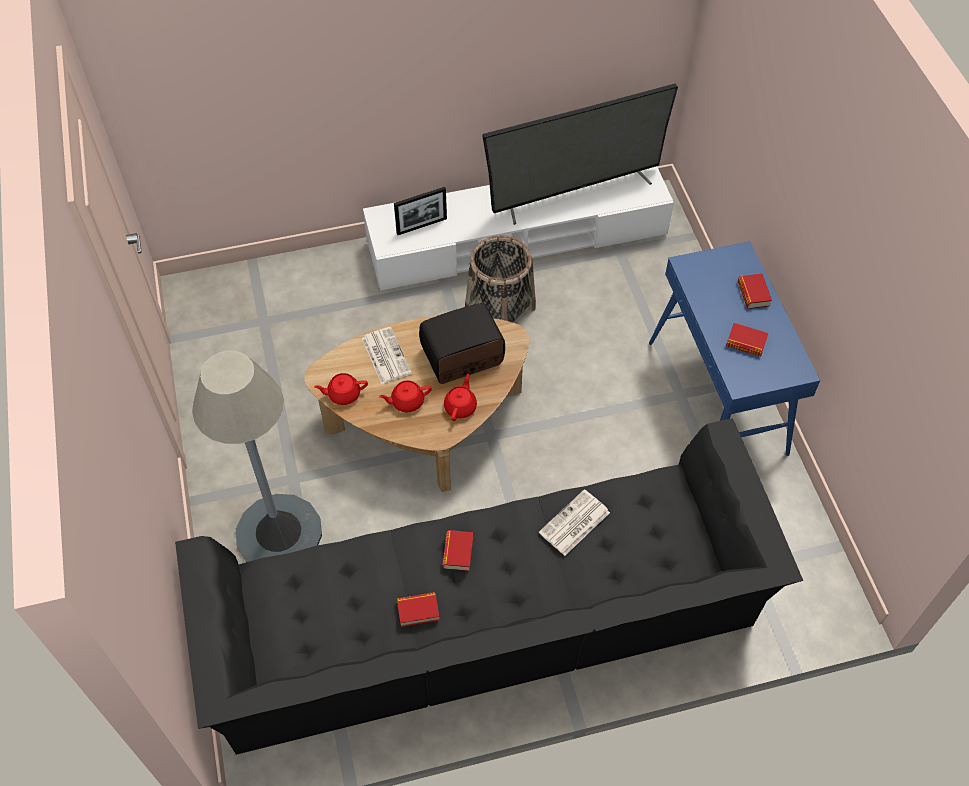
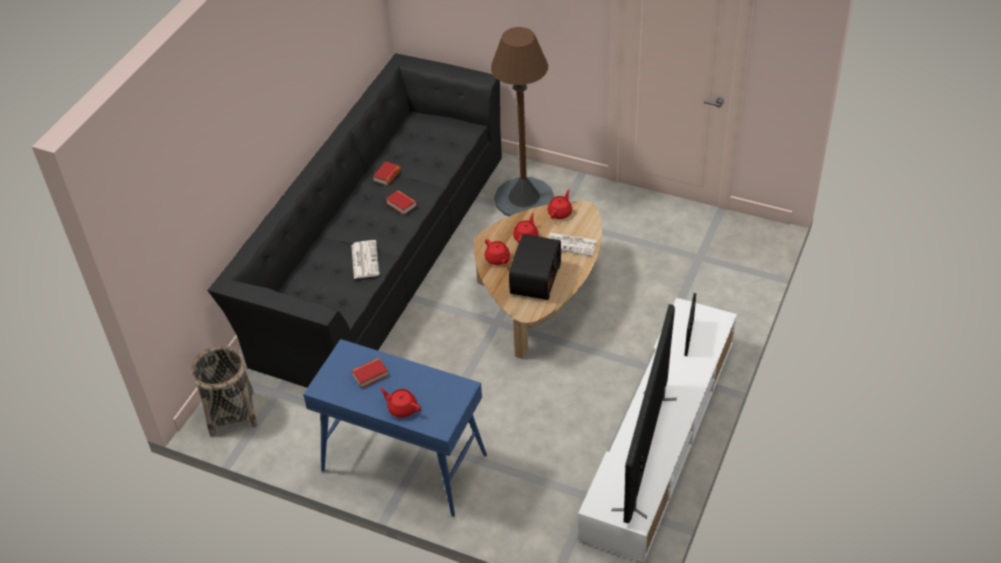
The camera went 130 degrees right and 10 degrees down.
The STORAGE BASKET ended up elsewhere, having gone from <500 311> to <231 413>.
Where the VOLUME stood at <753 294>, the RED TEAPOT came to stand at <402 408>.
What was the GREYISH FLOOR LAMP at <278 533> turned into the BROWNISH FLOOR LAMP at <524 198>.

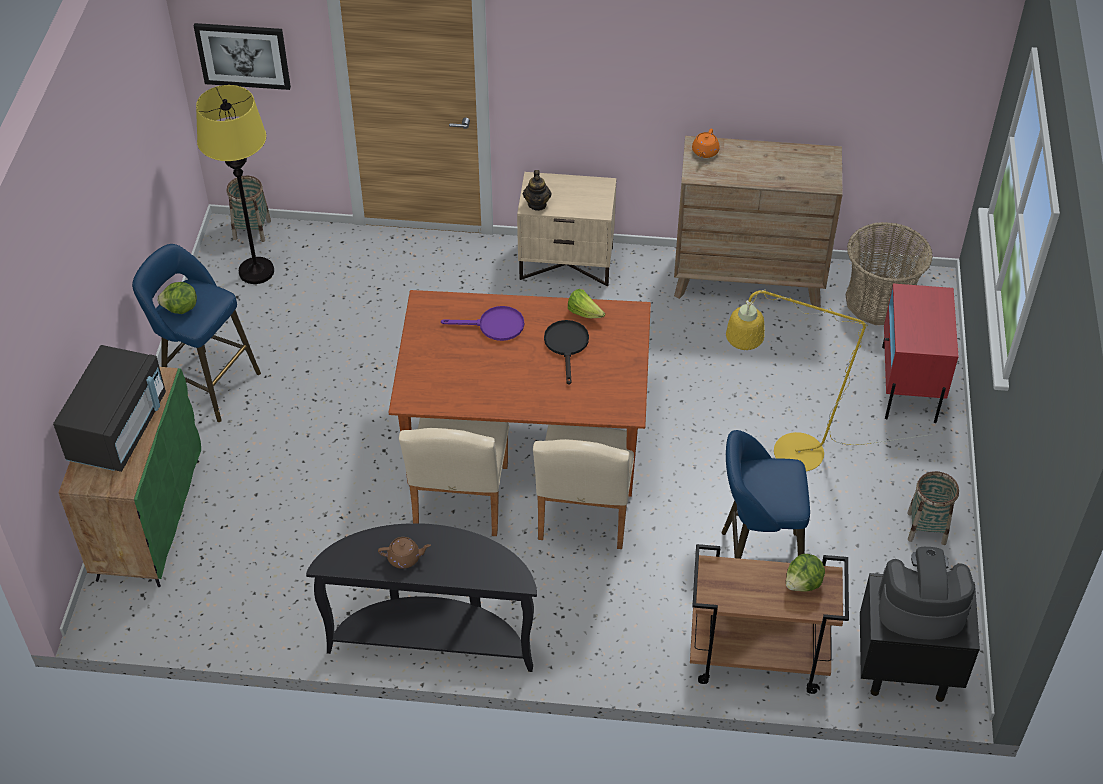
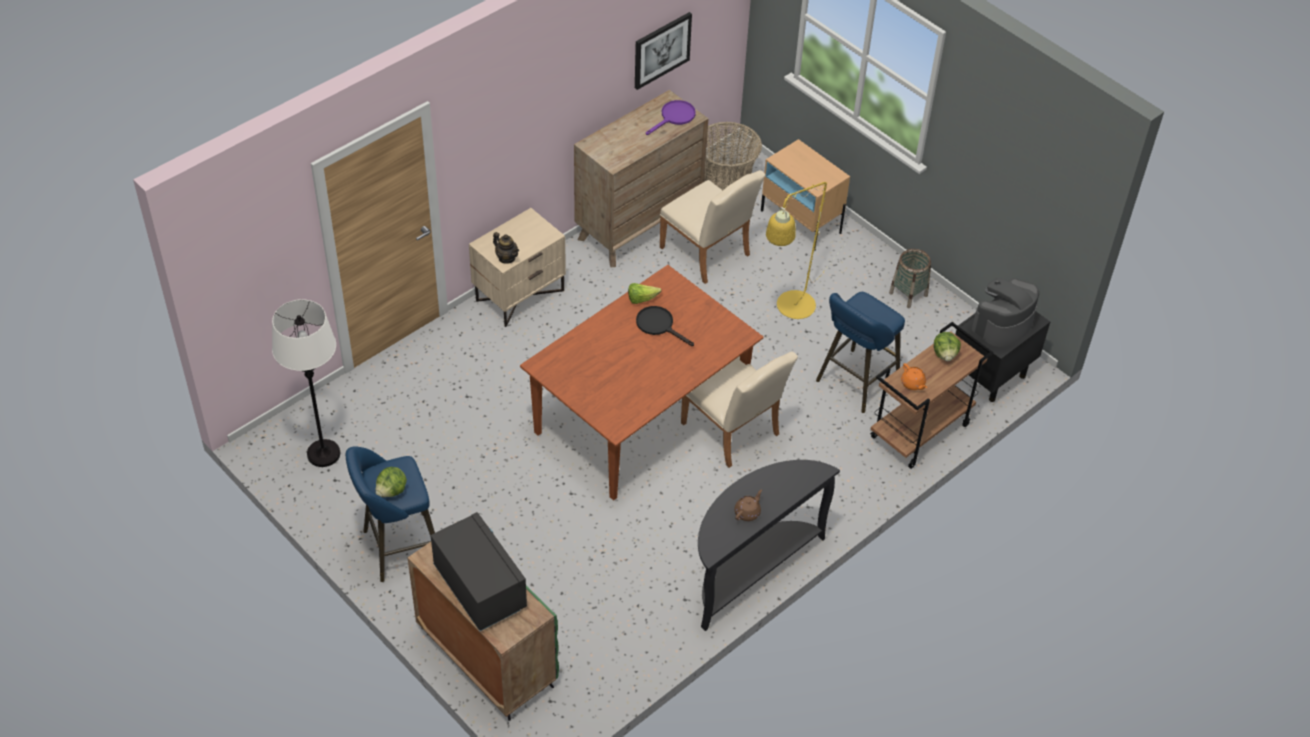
The camera went 50 degrees left and 0 degrees up.
The WALL ART ended up elsewhere, having gone from <243 55> to <661 50>.
What was the YELLOW-COLOURED FLOOR LAMP at <256 271> turned into the WHITE FLOOR LAMP at <323 454>.
The ORANGE TEAPOT ended up elsewhere, having gone from <705 152> to <913 384>.
The second view lost the STORAGE BASKET at <252 229>.
What was the RED BEDSIDE TABLE at <908 384> turned into the SAND-COLOURED BEDSIDE TABLE at <801 222>.
The PURPLISH SKILLET ended up elsewhere, having gone from <494 326> to <674 117>.
The SAND-COLOURED PLAIN CHAIR ended up elsewhere, having gone from <459 503> to <708 254>.

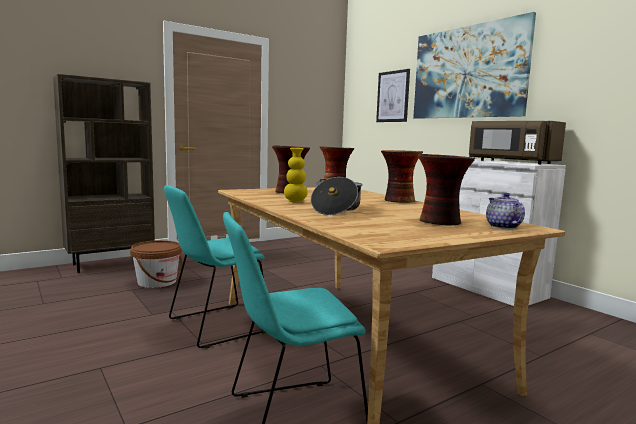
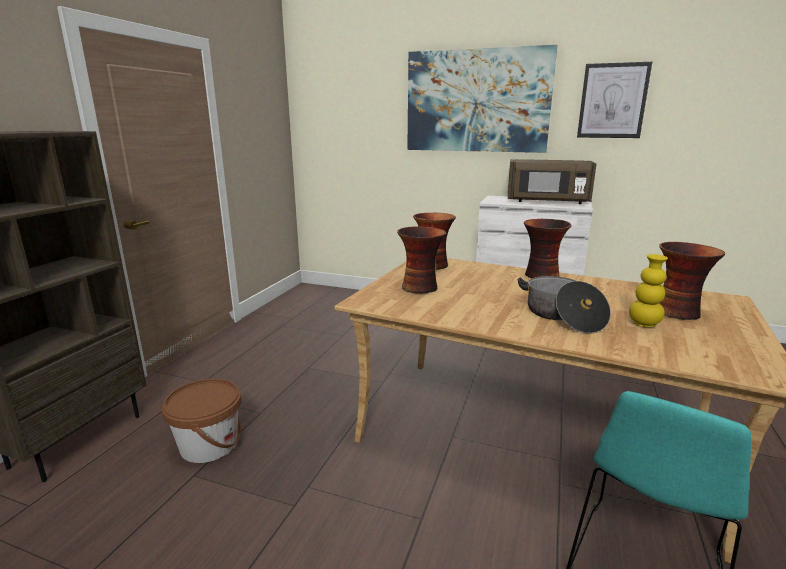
The camera went 35 degrees left and 10 degrees up.
The WALL ART ended up elsewhere, having gone from <393 96> to <612 101>.
The YELLOW-COLOURED DECORATIVE VASE ended up elsewhere, having gone from <295 201> to <644 324>.
The second view lost the TURQUOISE-COLOURED PLAIN CHAIR at <215 326>.
The second view lost the TEAPOT at <502 227>.

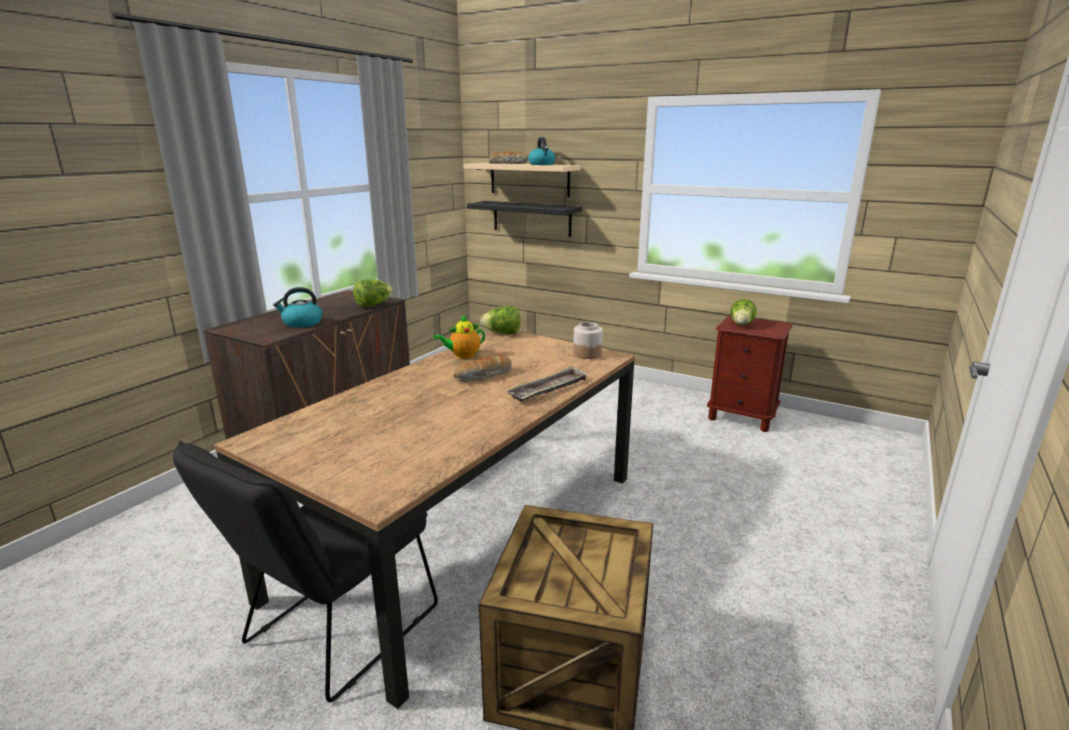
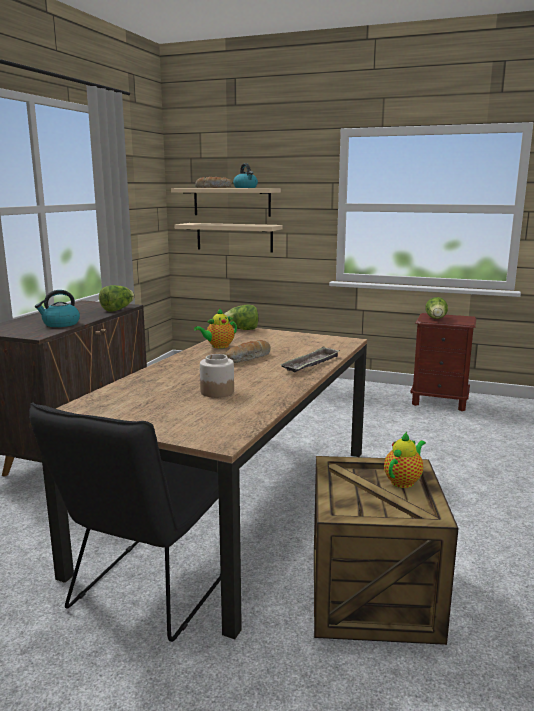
The camera went 10 degrees left and 5 degrees down.
What was the BLACKISH SHELF at <531 218> turned into the SAND-COLOURED SHELF at <234 237>.
The STORAGE JAR ended up elsewhere, having gone from <587 354> to <217 392>.
The second view gained the TEAPOT at <404 481>.

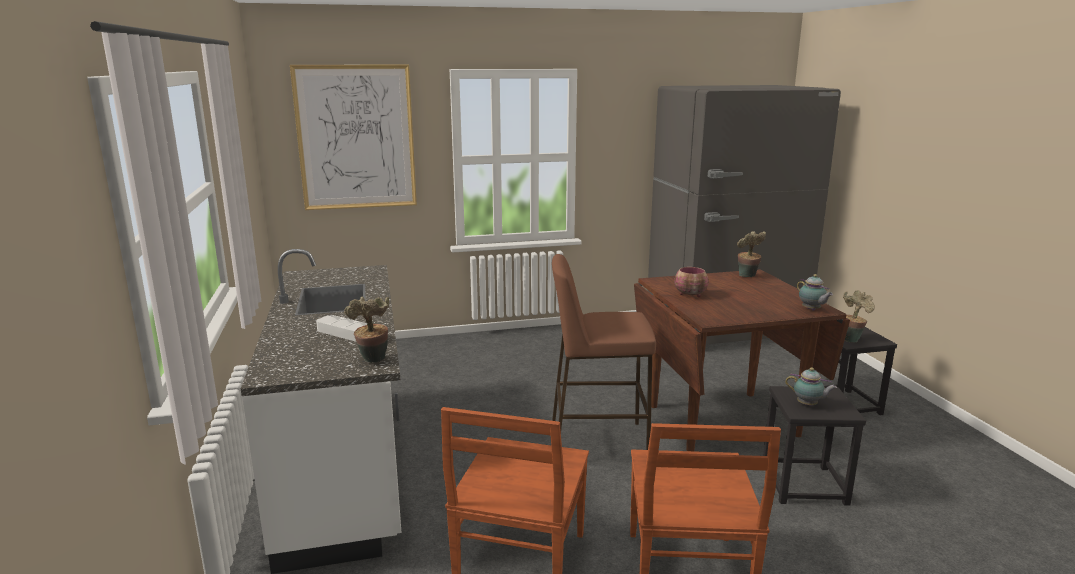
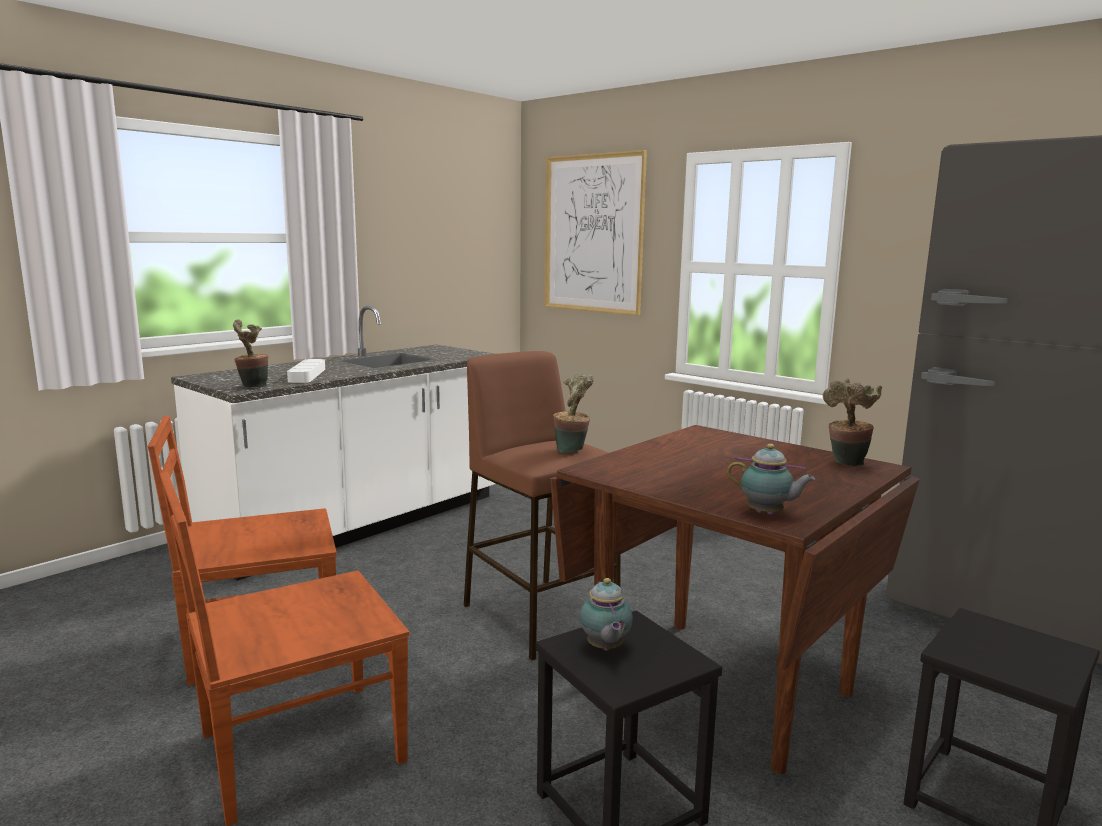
The camera went 55 degrees right and 5 degrees down.
The second view lost the DEEP DISH at <691 295>.
The TEAPOT at <811 310> ended up facing another way, 90 degrees counterclockwise from before.
The PLANT IN A POT ended up elsewhere, having gone from <851 339> to <572 450>.

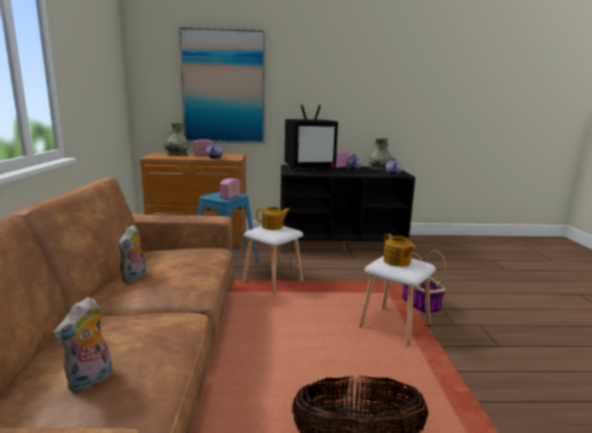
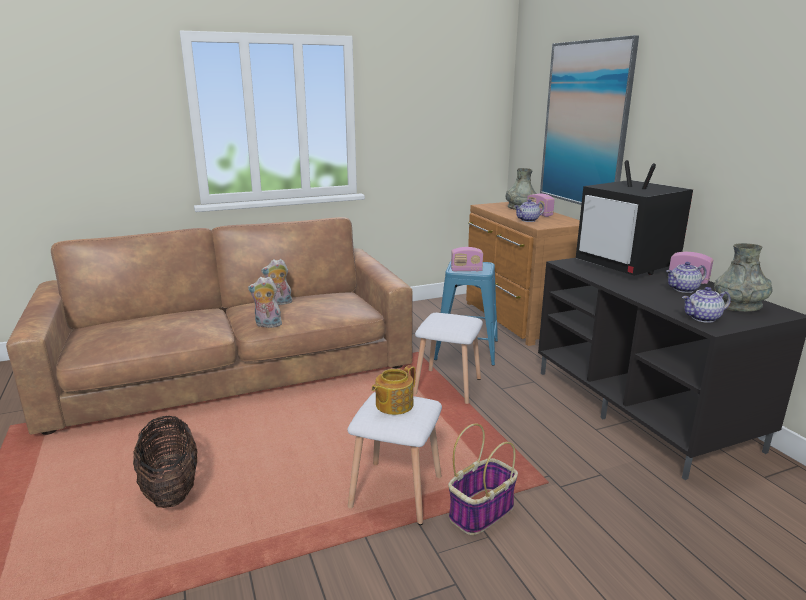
The camera went 70 degrees right and 5 degrees up.
The second view lost the TEAPOT at <273 227>.
The PLUSH TOY ended up elsewhere, having gone from <91 381> to <267 325>.

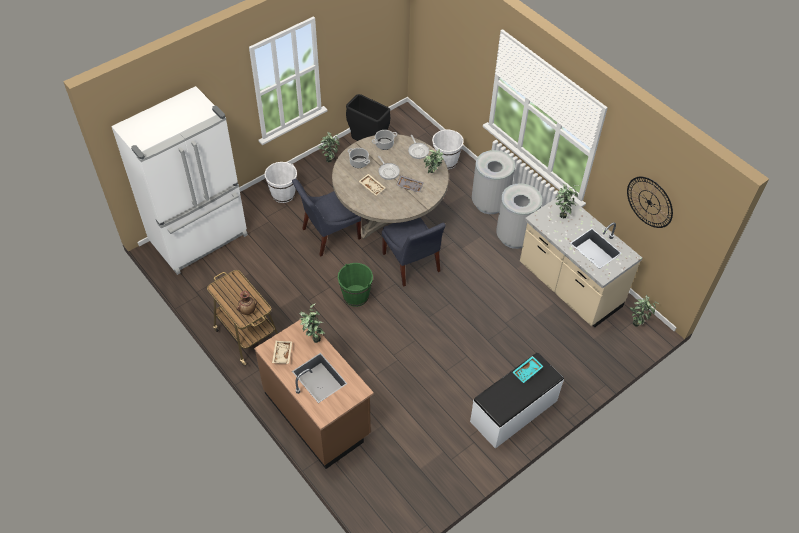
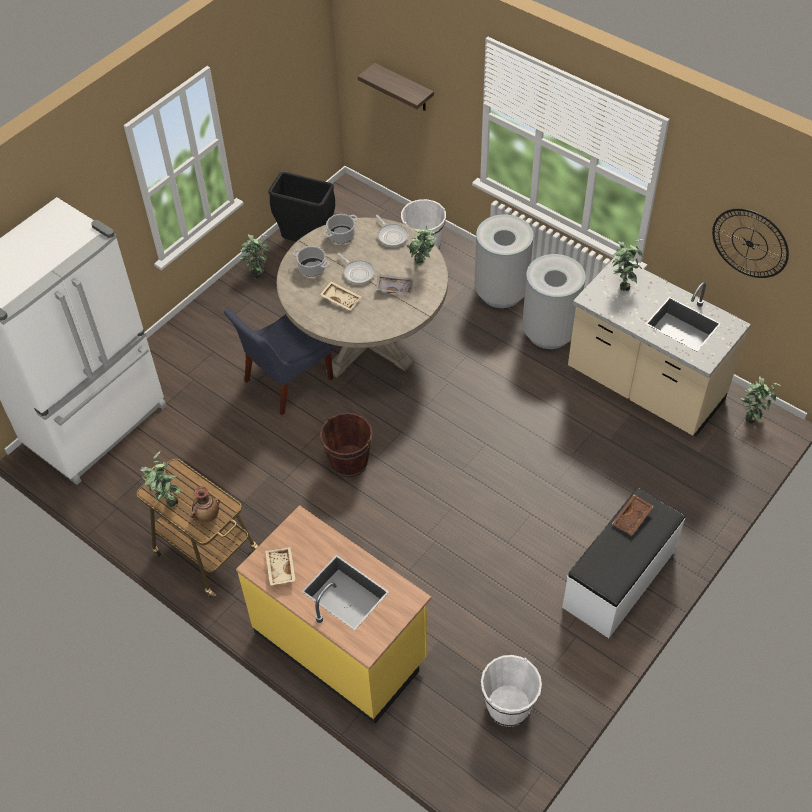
The camera went 10 degrees left and 0 degrees up.
The WHITE WATER BUCKET ended up elsewhere, having gone from <283 194> to <508 706>.
The second view lost the BLUE PLAIN CHAIR at <412 264>.
What was the GREEN-COLOURED WATER BUCKET at <356 296> turned into the BROWNISH WATER BUCKET at <349 462>.
The PLANT IN A POT ended up elsewhere, having gone from <313 337> to <167 500>.
What was the BROWNISH KITCHEN BASE UNIT at <318 414> turned into the YELLOW-COLOURED KITCHEN BASE UNIT at <341 645>.
What was the TURQUOISE-COLOURED SERVING TRAY at <527 372> turned into the BROWNISH SERVING TRAY at <632 518>.
The second view gained the SHELF at <404 88>.

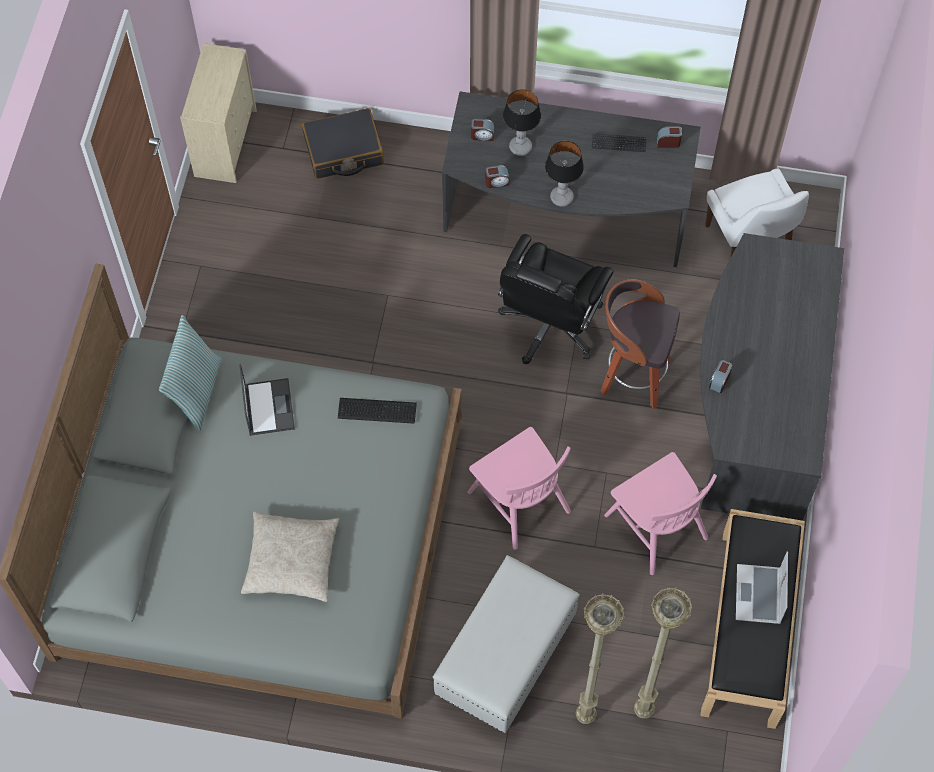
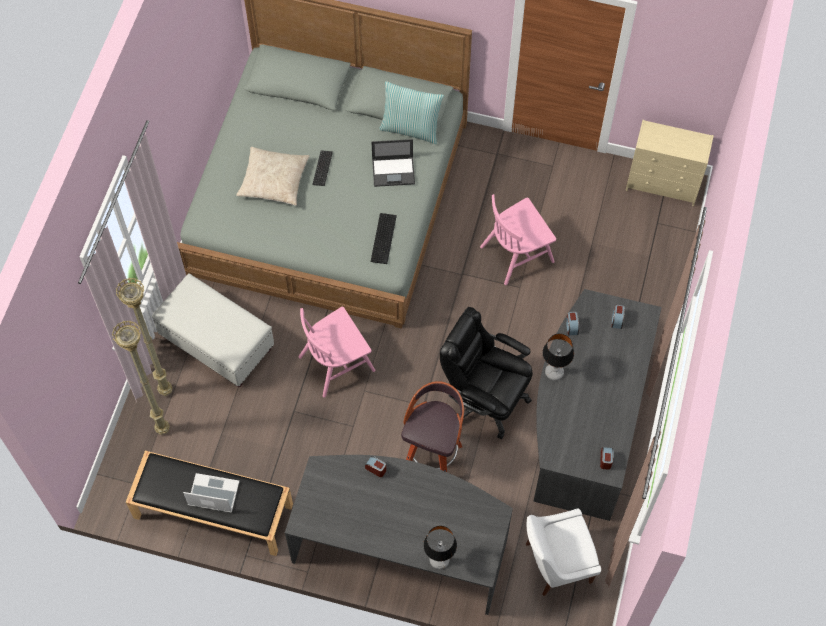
The camera went 95 degrees right and 0 degrees up.
The TABLETOP LAMP ended up elsewhere, having gone from <520 147> to <439 560>.
The second view lost the BLACKISH PIECE OF LUGGAGE at <343 151>.
The KEYBOARD ended up elsewhere, having gone from <618 143> to <322 168>.
The PINK-COLOURED PLAIN CHAIR ended up elsewhere, having gone from <655 526> to <517 253>.

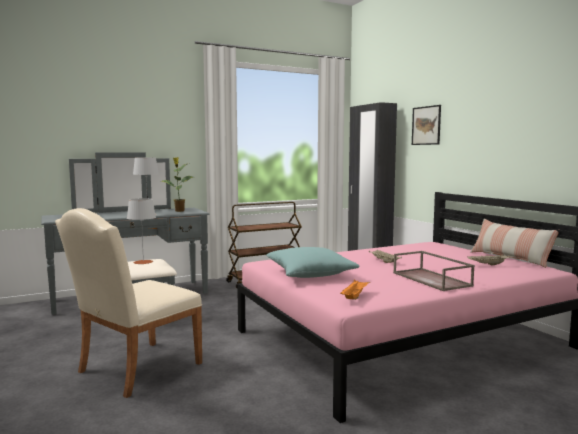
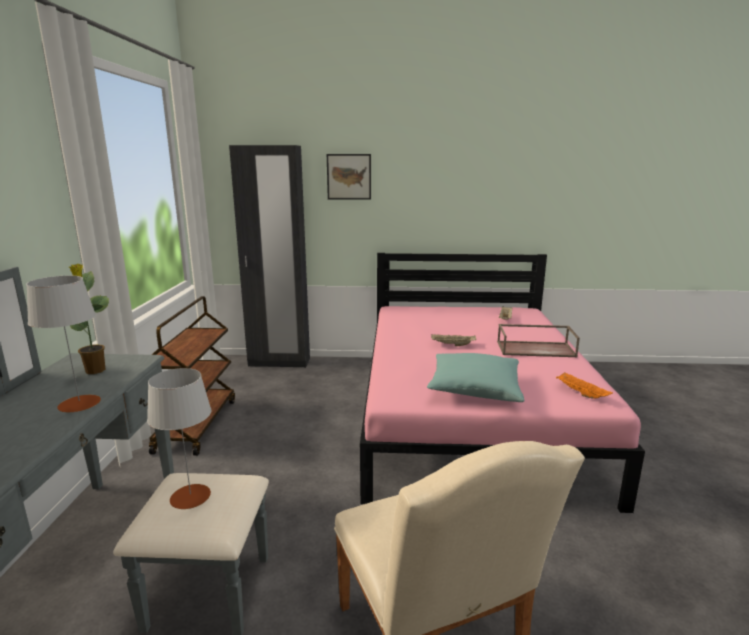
The camera went 60 degrees left and 10 degrees up.
The second view lost the CUSHION at <510 258>.

